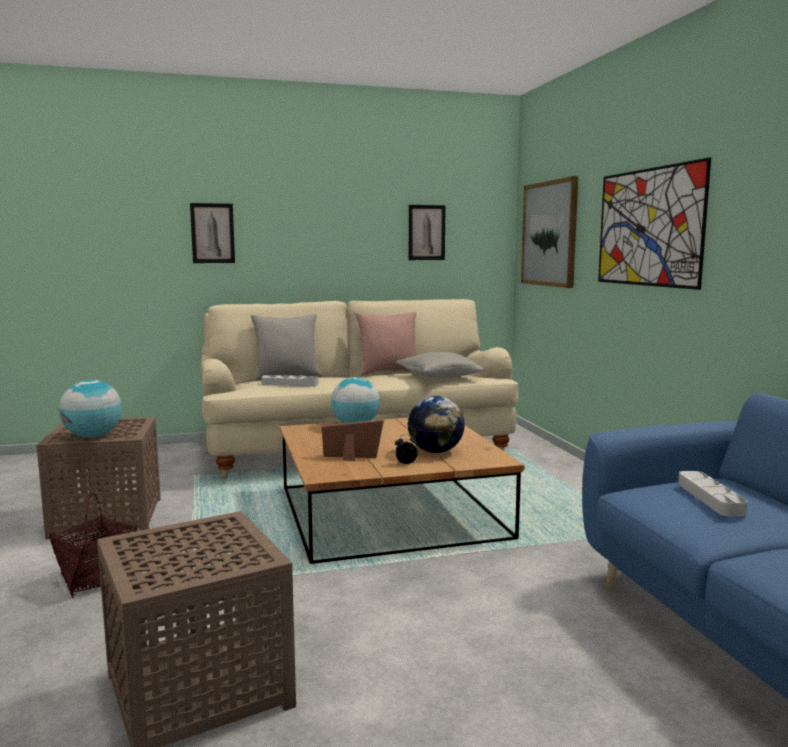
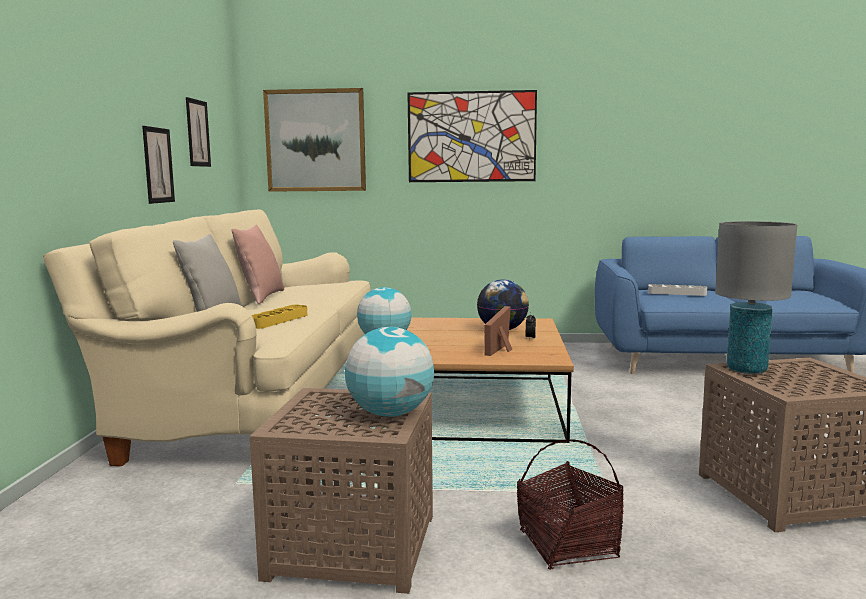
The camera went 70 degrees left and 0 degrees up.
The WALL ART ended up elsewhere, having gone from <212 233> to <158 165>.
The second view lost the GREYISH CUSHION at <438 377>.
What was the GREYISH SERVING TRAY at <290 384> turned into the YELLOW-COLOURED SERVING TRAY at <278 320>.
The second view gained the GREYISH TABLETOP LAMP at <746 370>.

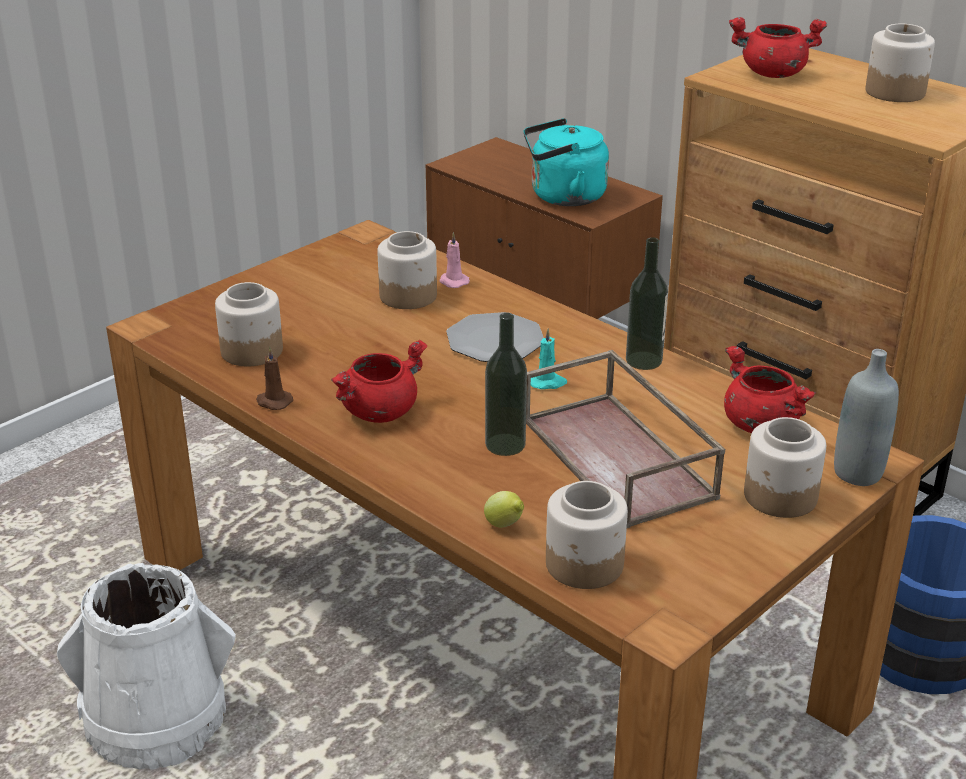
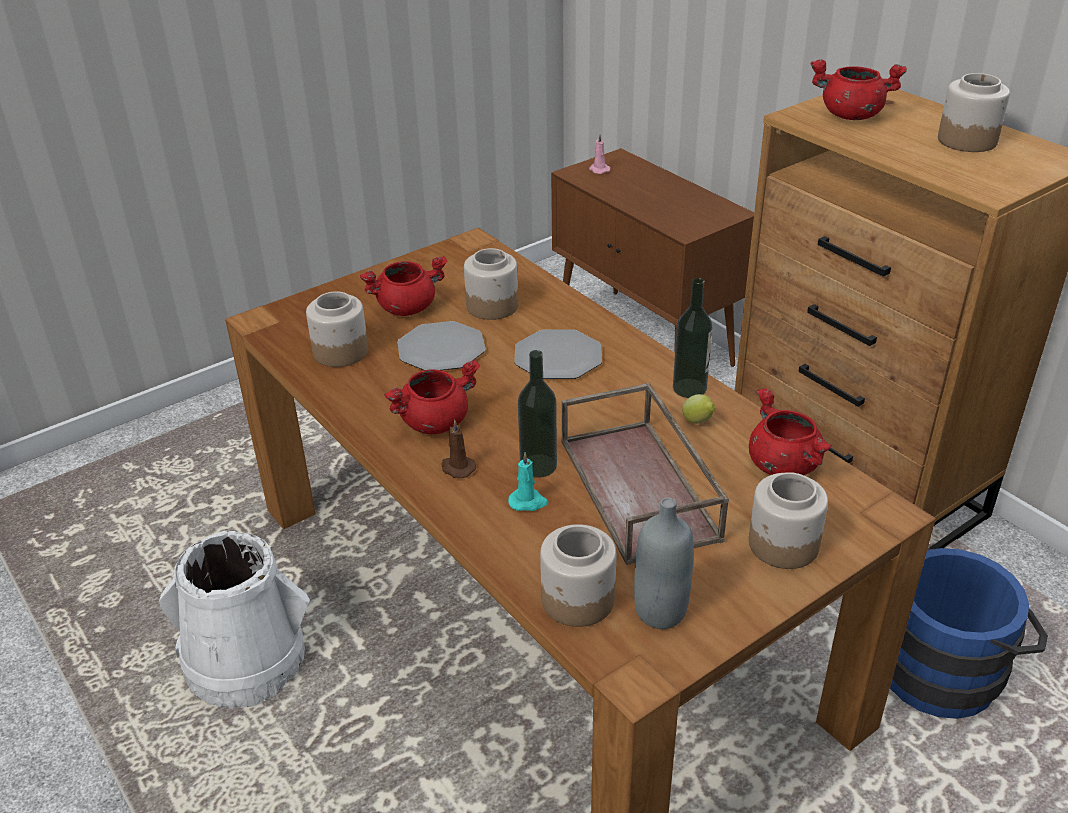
The camera went 10 degrees right and 5 degrees up.
The second view lost the TURQUOISE-COLOURED TEA KETTLE at <563 197>.
The PINK-COLOURED CANDLE ended up elsewhere, having gone from <453 282> to <598 170>.
The TURQUOISE-COLOURED CANDLE ended up elsewhere, having gone from <548 383> to <528 502>.
The BROWNISH CANDLE ended up elsewhere, having gone from <273 402> to <457 468>.
The GREYISH BOTTLE ended up elsewhere, having gone from <858 473> to <660 611>.
The WHOLE LEMON ended up elsewhere, having gone from <505 525> to <698 422>.
The second view gained the RED STOCKPOT at <407 307>.
The second view gained the FLAT DISH at <441 349>.

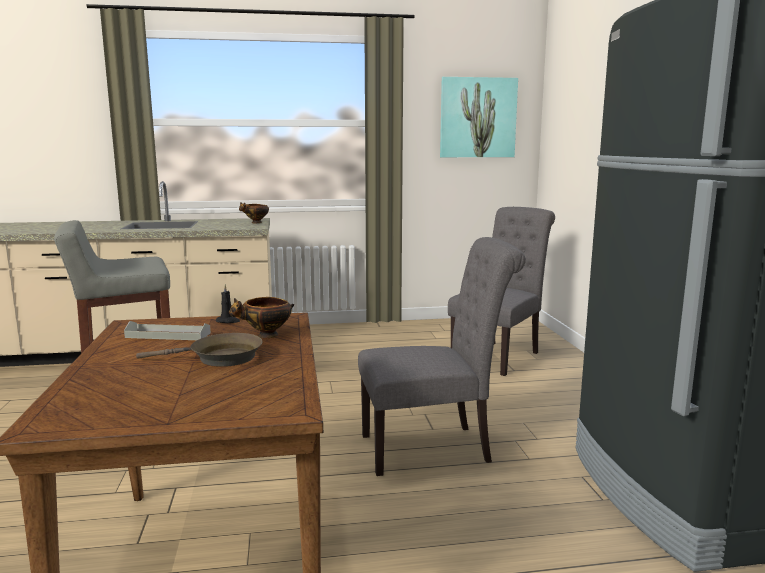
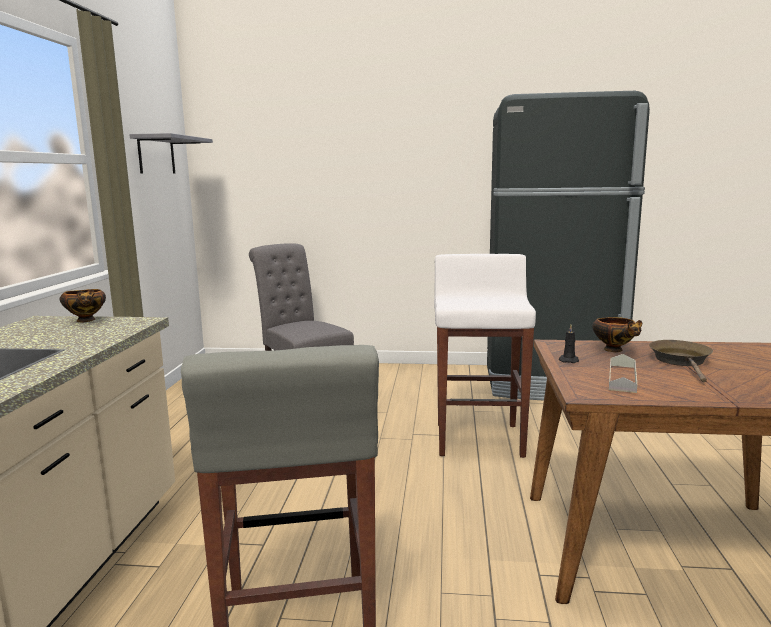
The camera went 75 degrees left and 0 degrees up.
Where the WALL ART hung at <478 118>, the GREYISH SHELF came to hang at <156 155>.
Where the GREYISH PLAIN CHAIR stood at <433 448>, the WHITE SITTING STOOL came to stand at <479 439>.

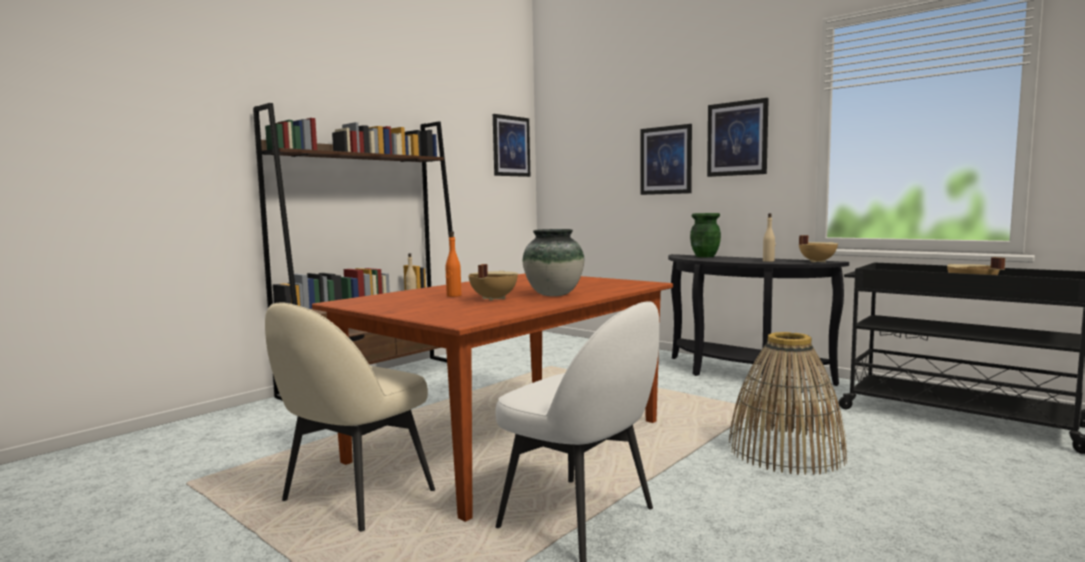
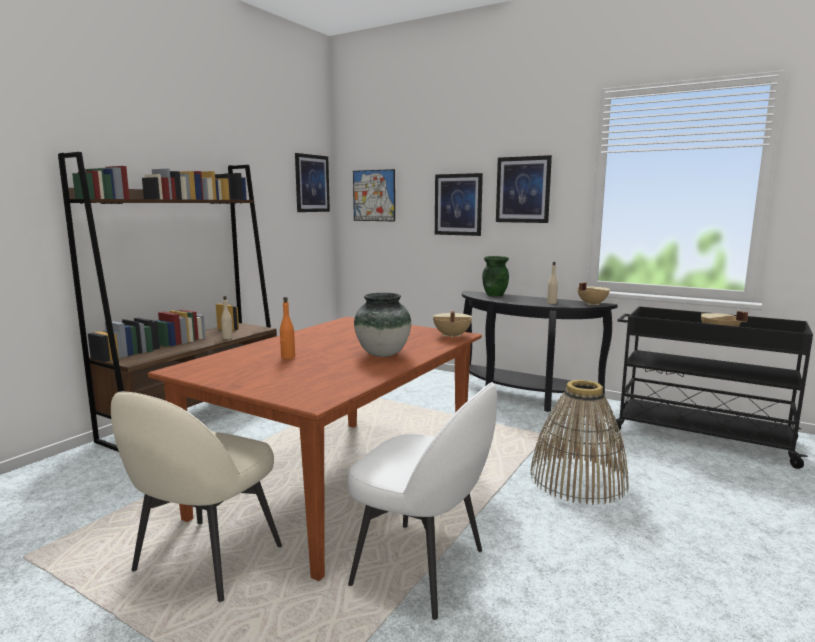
The camera went 10 degrees left and 5 degrees up.
The SAND-COLOURED STOCKPOT ended up elsewhere, having gone from <492 299> to <451 336>.
The second view gained the WALL ART at <374 195>.

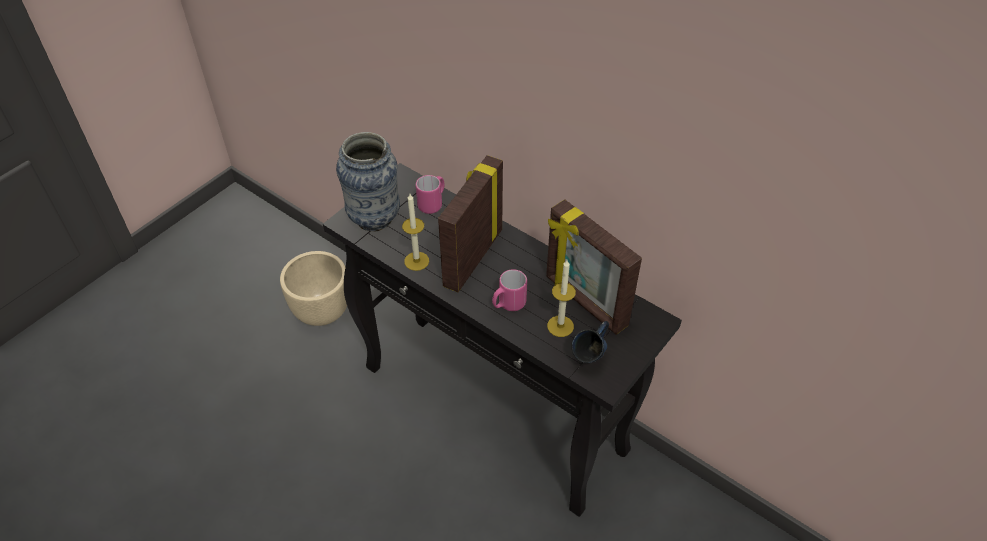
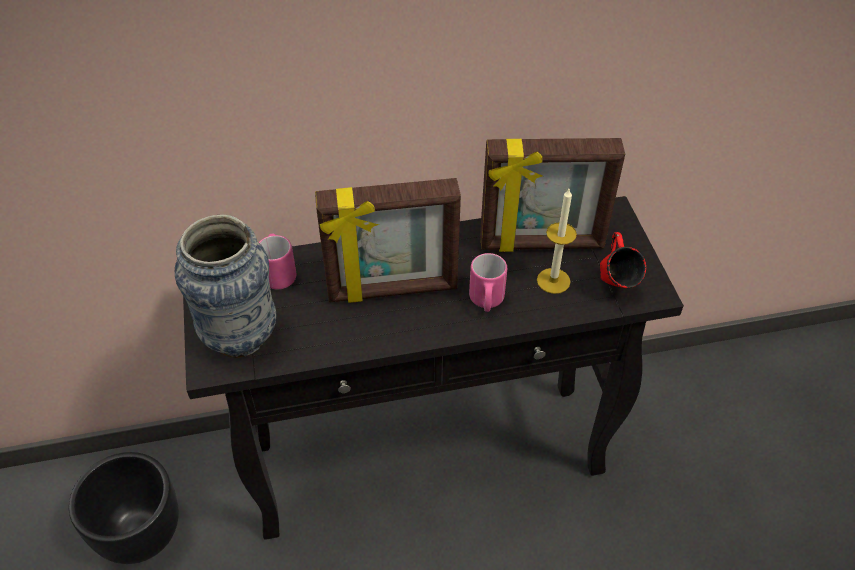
The camera went 50 degrees left and 0 degrees up.
The PHOTO FRAME at <471 257> ended up facing another way, 75 degrees counterclockwise from before.
The second view lost the CANDLE at <416 261>.
What was the SAND-COLOURED FLOWER POT at <322 312> turned into the BLACKISH FLOWER POT at <141 534>.
What was the BLUE MUG at <590 359> turned into the RED MUG at <615 285>.

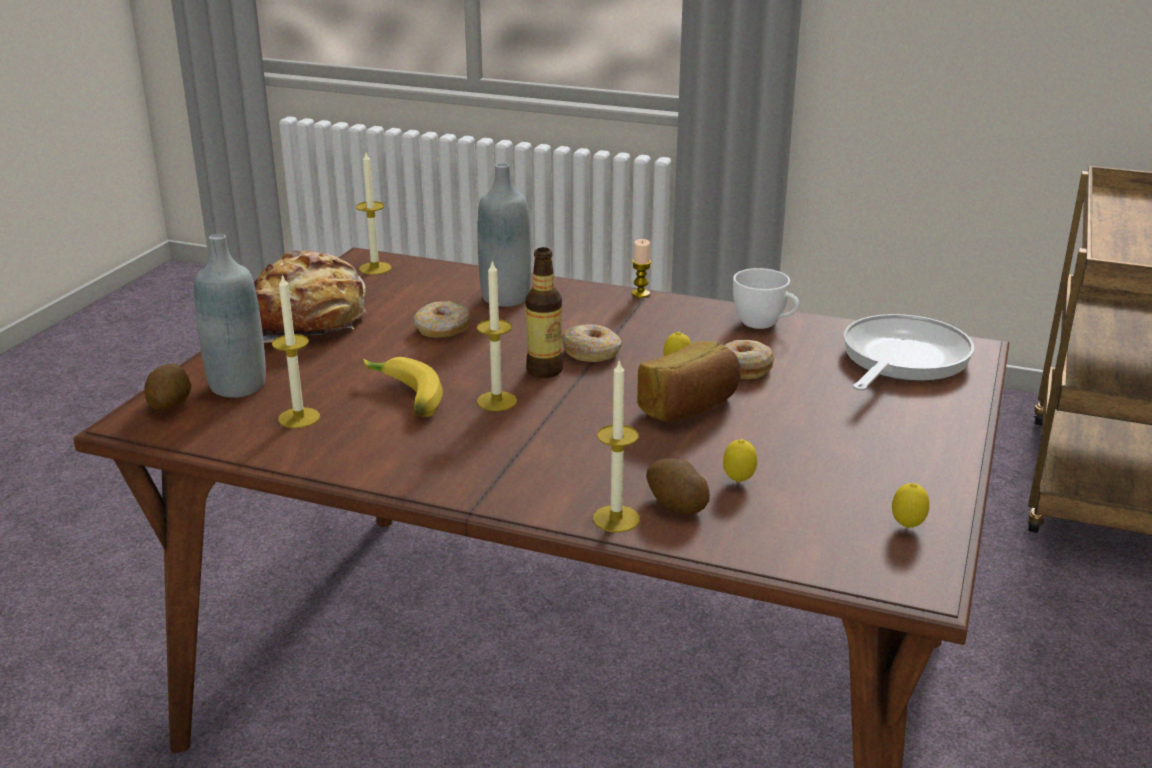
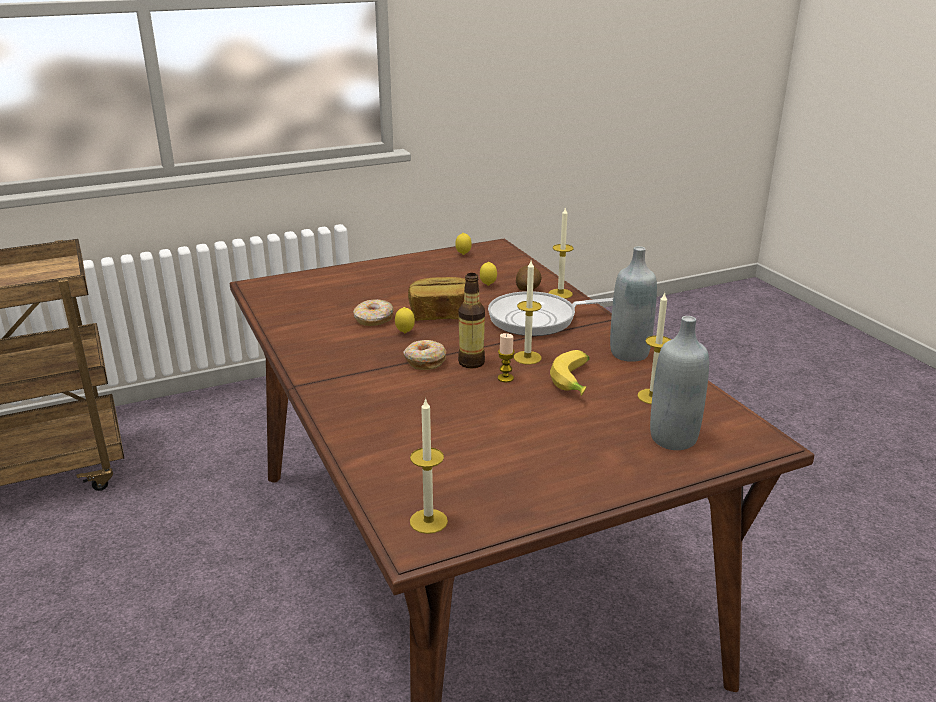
The camera went 135 degrees left and 0 degrees up.
The GREYISH BOTTLE ended up elsewhere, having gone from <505 298> to <629 353>.
The CANDLE ended up elsewhere, having gone from <640 294> to <505 378>.
The second view lost the BAKERY BREAD at <310 320>.
The second view lost the WHITE DRINKING CUP at <764 324>.
The second view lost the DONUT at <442 329>.
The SKILLET ended up elsewhere, having gone from <901 360> to <537 319>.
The second view lost the SPUD at <171 405>.

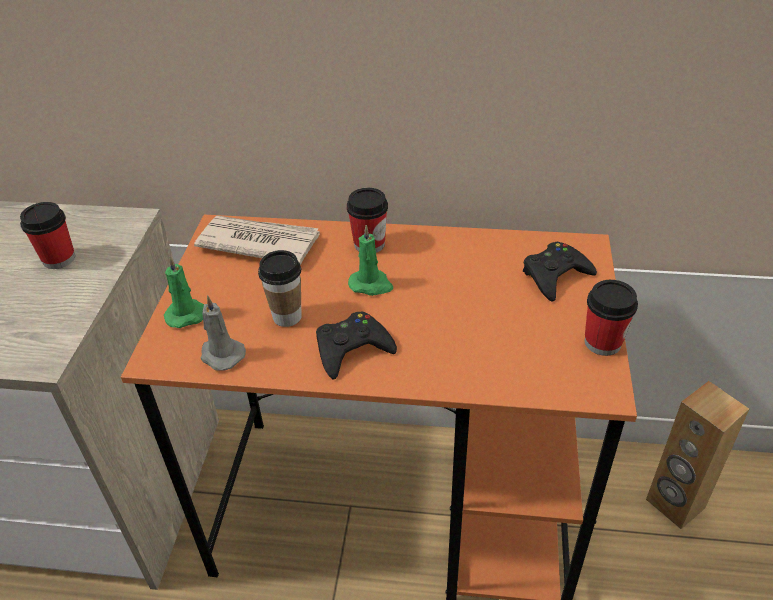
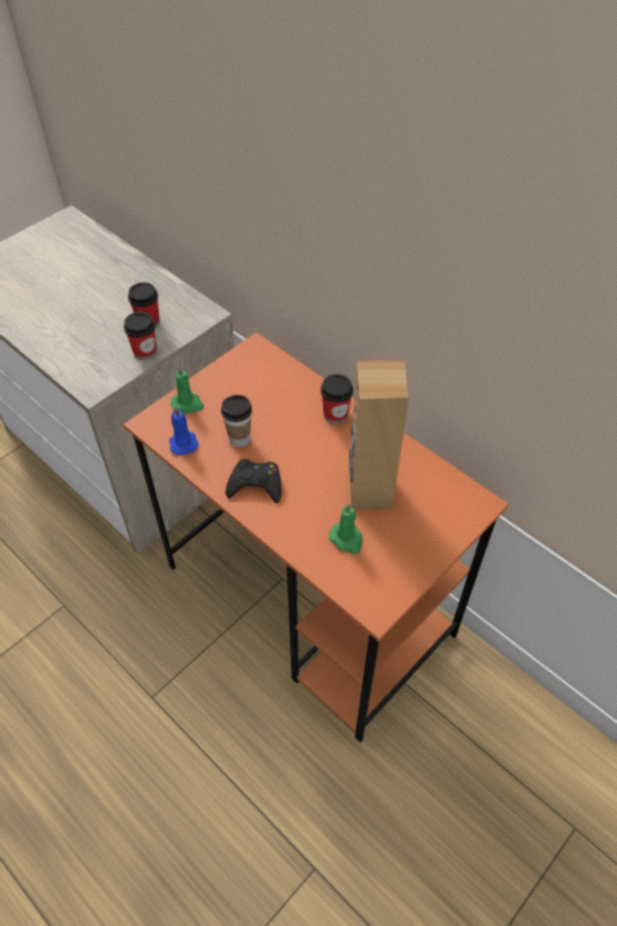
The camera went 35 degrees right and 10 degrees up.
The second view lost the NEWSPAPER at <258 242>.
The GREEN-COLOURED CANDLE ended up elsewhere, having gone from <371 285> to <347 539>.
The second view lost the BLACKISH GAMEPAD at <555 276>.
The DRINKING CUP ended up elsewhere, having gone from <602 342> to <145 352>.
What was the GREYISH CANDLE at <221 355> turned into the BLUE CANDLE at <183 442>.
The BROWNISH AUDIO SPEAKER ended up elsewhere, having gone from <674 504> to <369 490>.

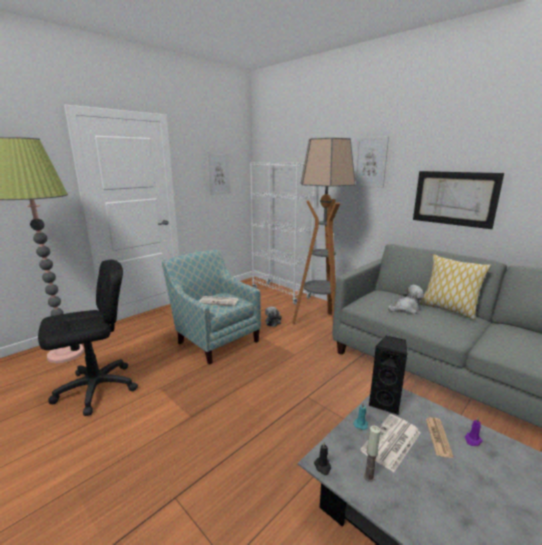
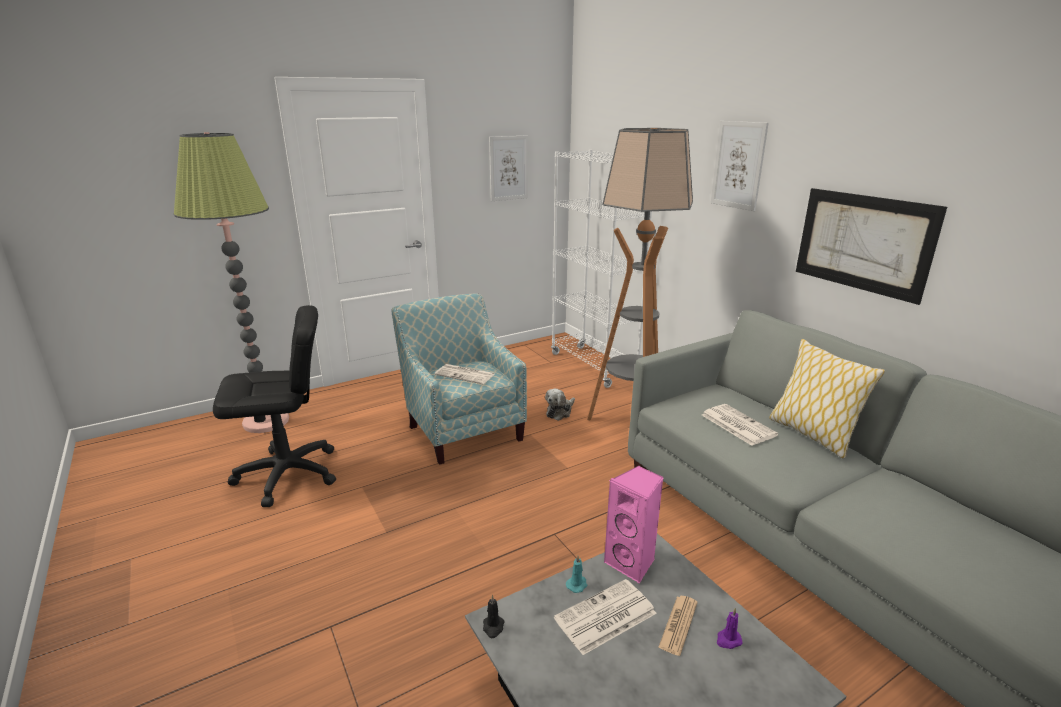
The camera went 15 degrees right and 5 degrees up.
Where the PLUSH TOY stood at <406 309>, the NEWSPAPER came to stand at <736 425>.
What was the BLACKISH AUDIO SPEAKER at <386 403> turned into the PINK-COLOURED AUDIO SPEAKER at <632 563>.
The second view lost the CANDLE at <369 477>.

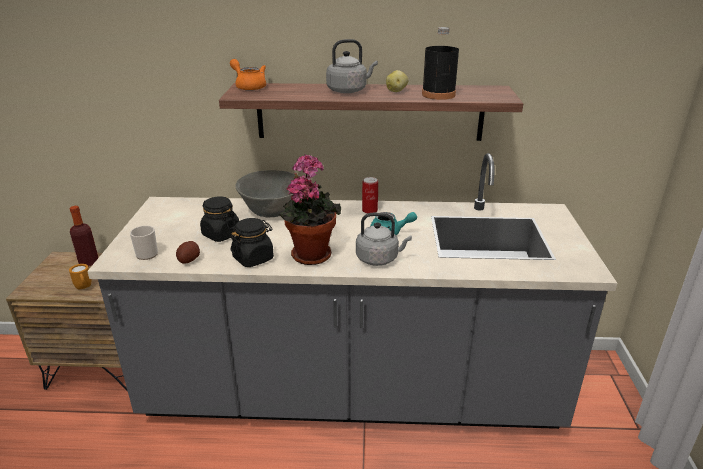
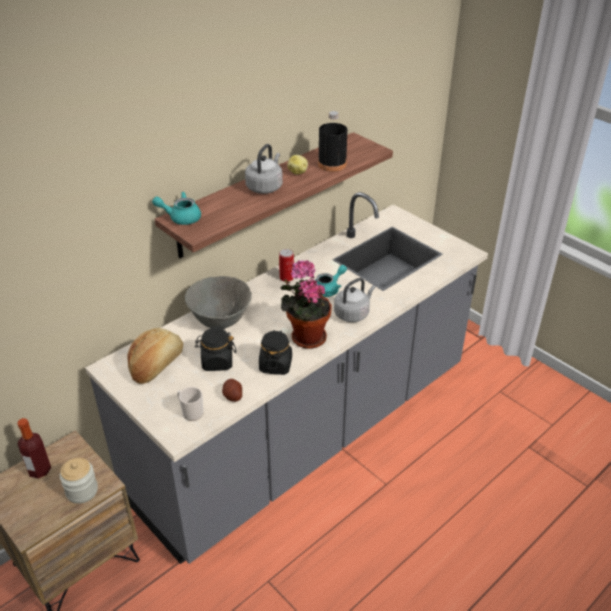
The camera went 45 degrees left and 10 degrees up.
What was the ORANGE TEAPOT at <249 86> turned into the TURQUOISE-COLOURED TEAPOT at <180 218>.
Where the ORANGE MUG stood at <84 288>, the STORAGE JAR came to stand at <82 491>.
The second view gained the BAKERY BREAD at <157 365>.

